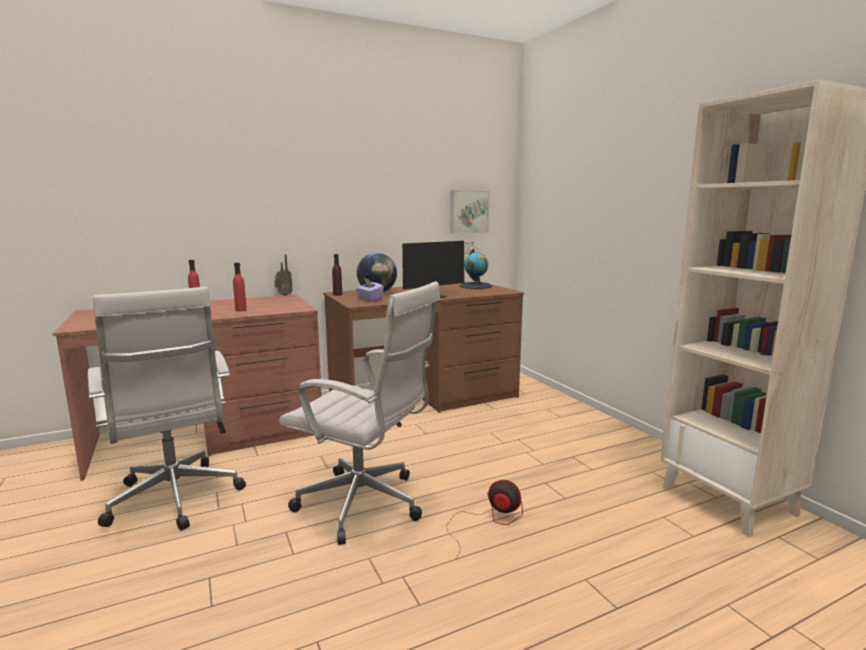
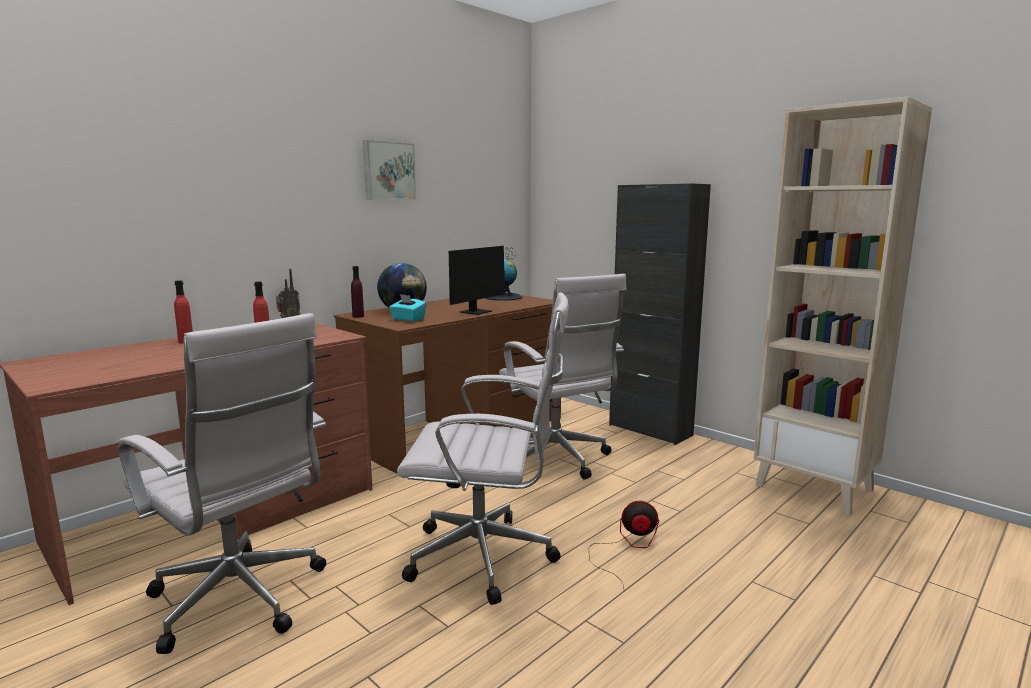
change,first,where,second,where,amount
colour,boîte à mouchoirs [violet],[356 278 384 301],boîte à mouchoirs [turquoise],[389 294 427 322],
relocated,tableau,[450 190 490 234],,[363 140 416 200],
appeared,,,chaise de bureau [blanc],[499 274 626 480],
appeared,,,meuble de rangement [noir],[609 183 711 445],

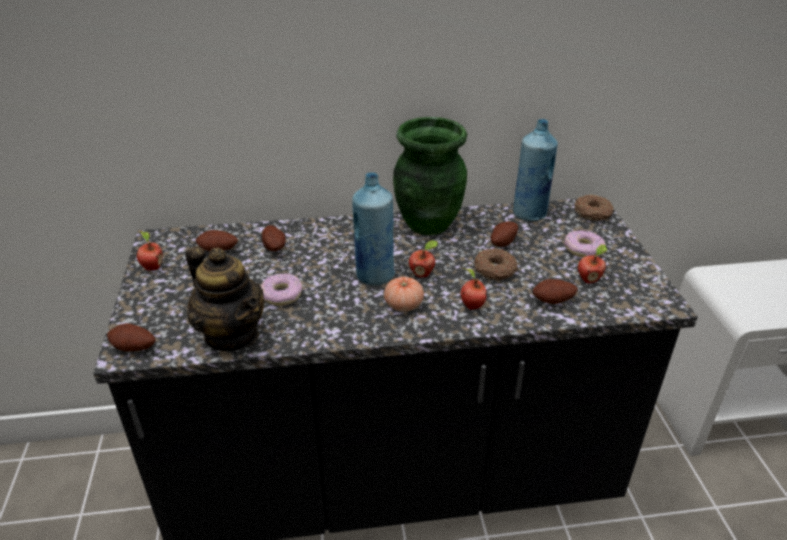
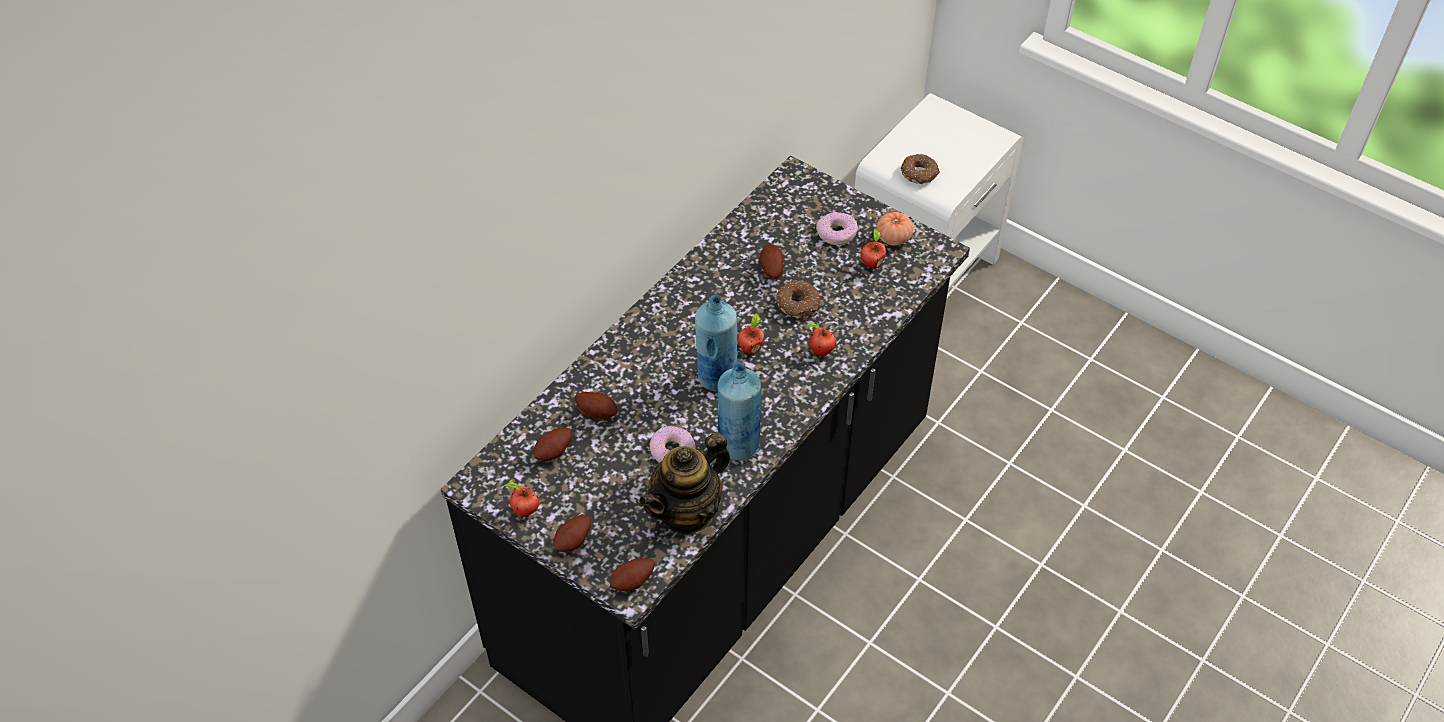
change,first,where,second,where,amount
spun,théière,[186 246 264 351],,[639 432 730 536],135 degrees clockwise
relocated,tomate,[384 277 424 312],,[876 212 913 245],
missing,vase [vert],[393 117 467 235],,,
relocated,bouteille [bleu],[513 119 558 221],,[718 362 762 460],
relocated,pomme de terre,[533 279 578 304],,[553 515 591 552],
relocated,beignet,[575 195 613 221],,[901 154 940 184],

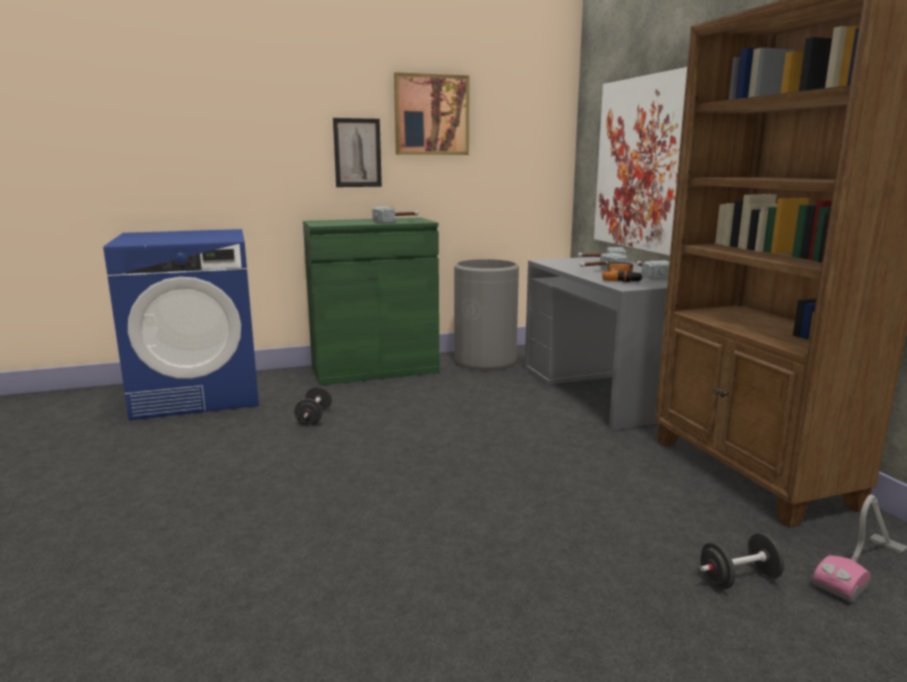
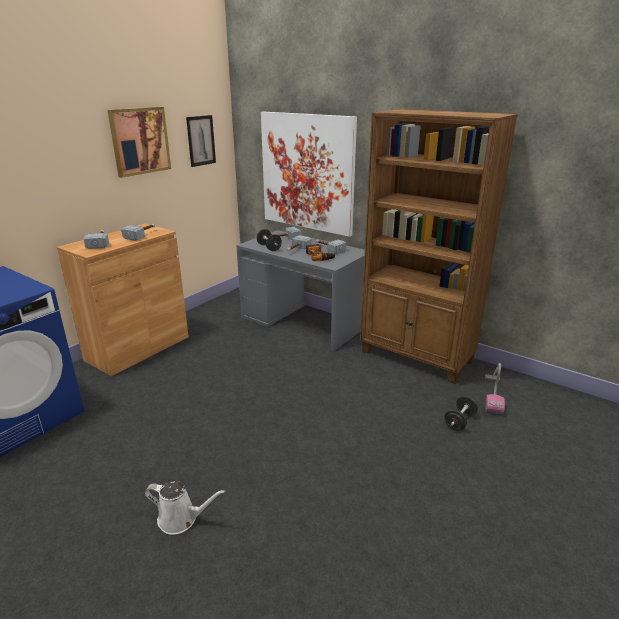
change,first,where,second,where,amount
relocated,haltère [noir],[294 386 332 426],,[256 229 282 251],
colour,meuble de rangement [vert],[303 217 439 385],meuble de rangement [marron],[57 224 189 376],
relocated,tableau,[333 118 382 187],,[186 115 216 167],
missing,poubelle [gris],[454 259 519 370],,,
appeared,,,marteau,[84 230 109 249],
appeared,,,arrosoir [blanc],[145 481 225 535],

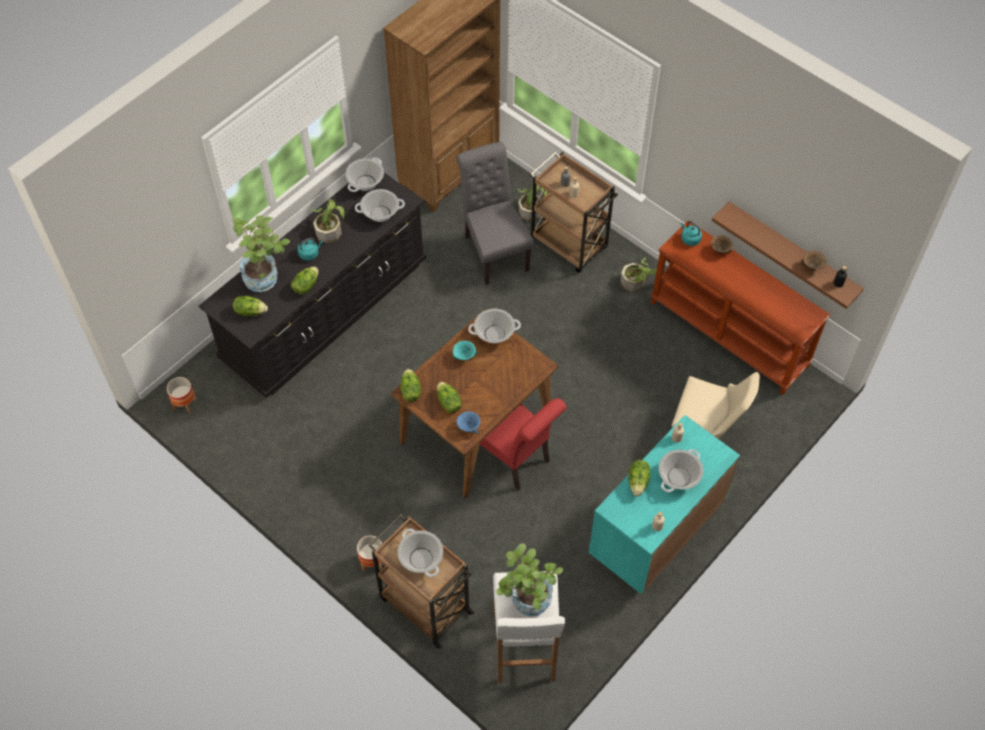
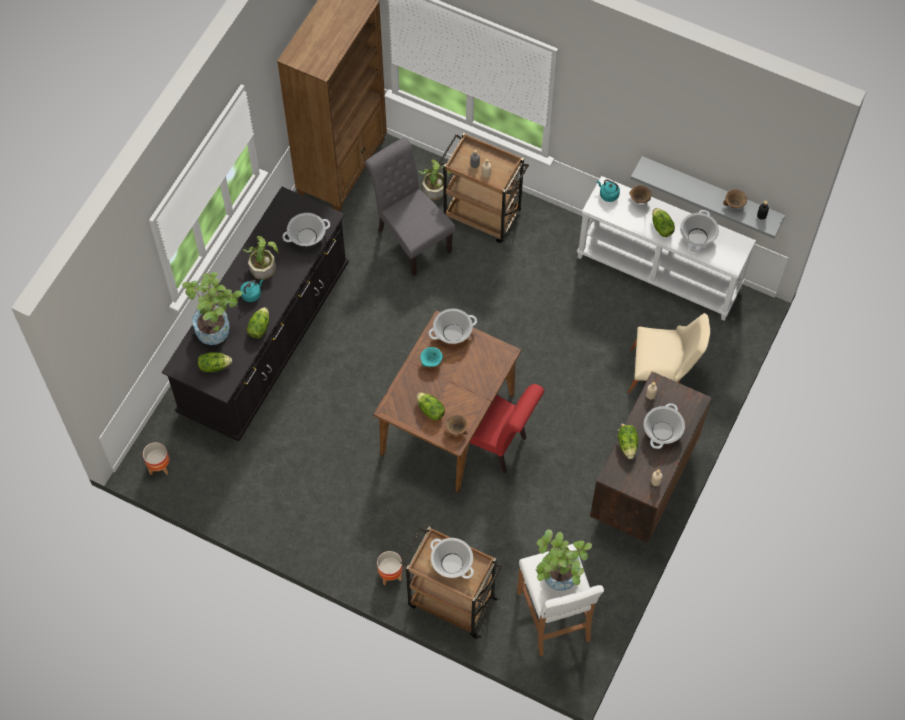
change,first,where,second,where,amount
relocated,marmite,[345 158 384 192],,[680 210 719 251],
relocated,laitue,[400 369 421 402],,[652 208 675 237],
colour,bol [bleu],[456 411 480 434],bol [marron],[445 415 468 435],
colour,meuble de rangement [turquoise],[589 415 740 594],meuble de rangement [marron],[590 371 711 543],
missing,plante en pot,[620 257 657 292],,,
colour,table console [marron],[651 221 830 395],table console [blanc],[577 176 756 321],
colour,étagère [marron],[712 201 864 309],étagère [gris],[631 156 785 239],

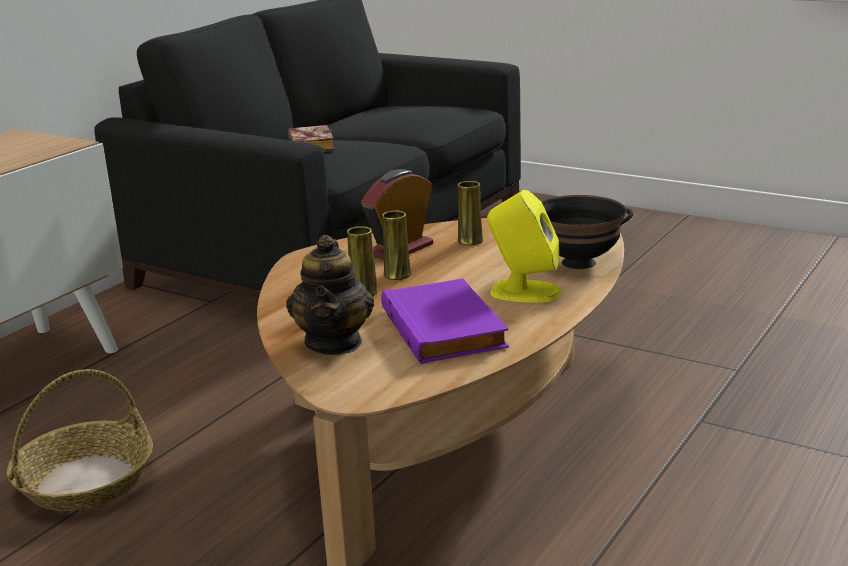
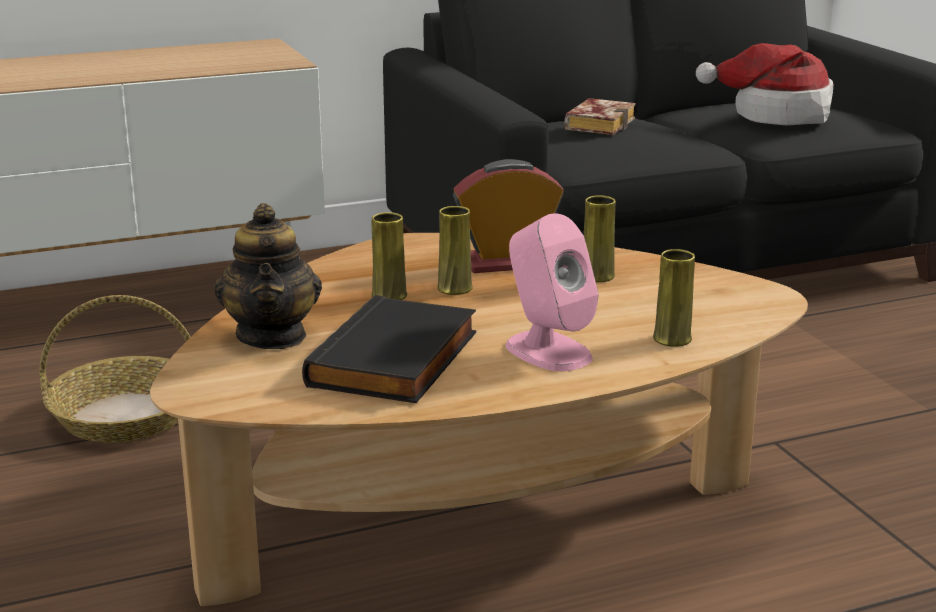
change,first,where,second,where,amount
spun,théière,[286 235 374 355],,[214 203 322 349],45 degrees counterclockwise
colour,livre [violet],[381 279 509 364],livre [noir],[302 295 476 403],
colour,enceinte [jaune],[487 190 561 303],enceinte [rose],[506 213 599 371],
exchanged,bol [noir],[541 195 633 269],vase [jaune],[653 249 695 347],
appeared,,,chapeau,[696 43 833 125],

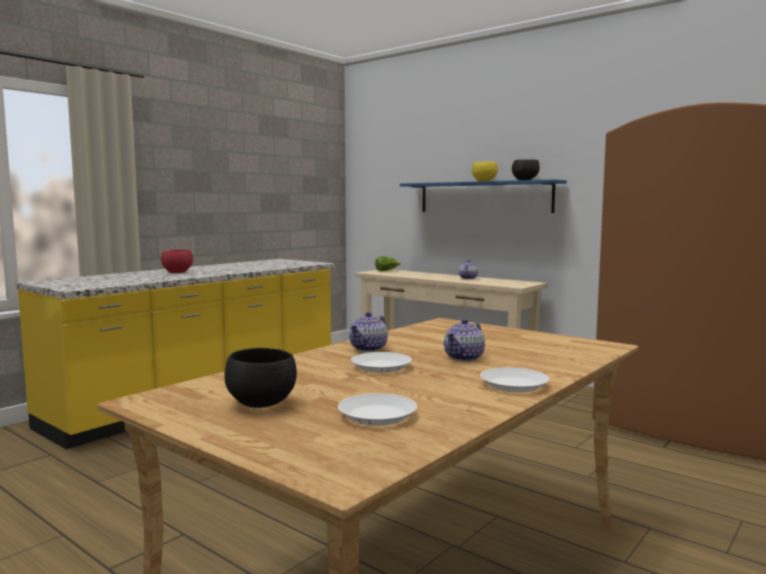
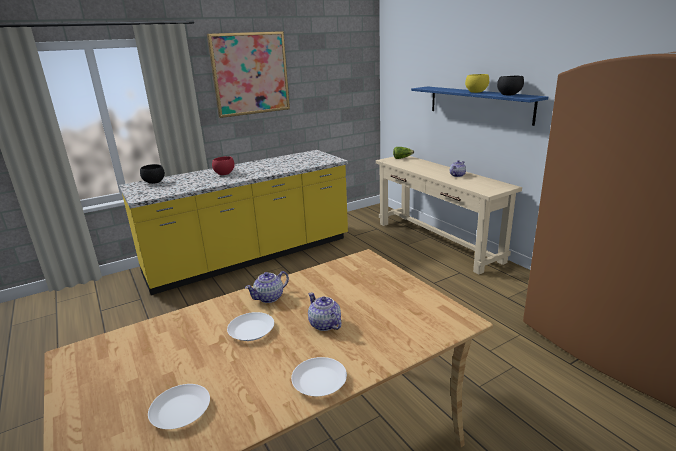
change,first,where,second,where,amount
relocated,bol [noir],[224 348 297 408],,[140 164 165 184],
spun,théière,[444 319 485 361],,[308 293 342 331],90 degrees clockwise
appeared,,,tableau,[207 31 290 118],

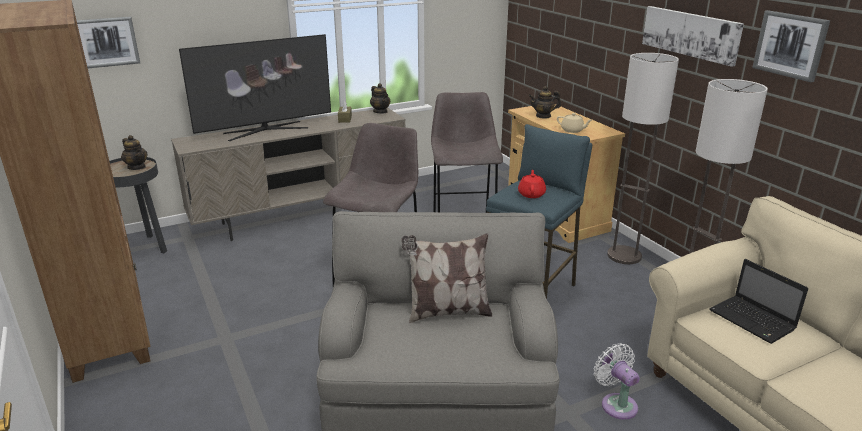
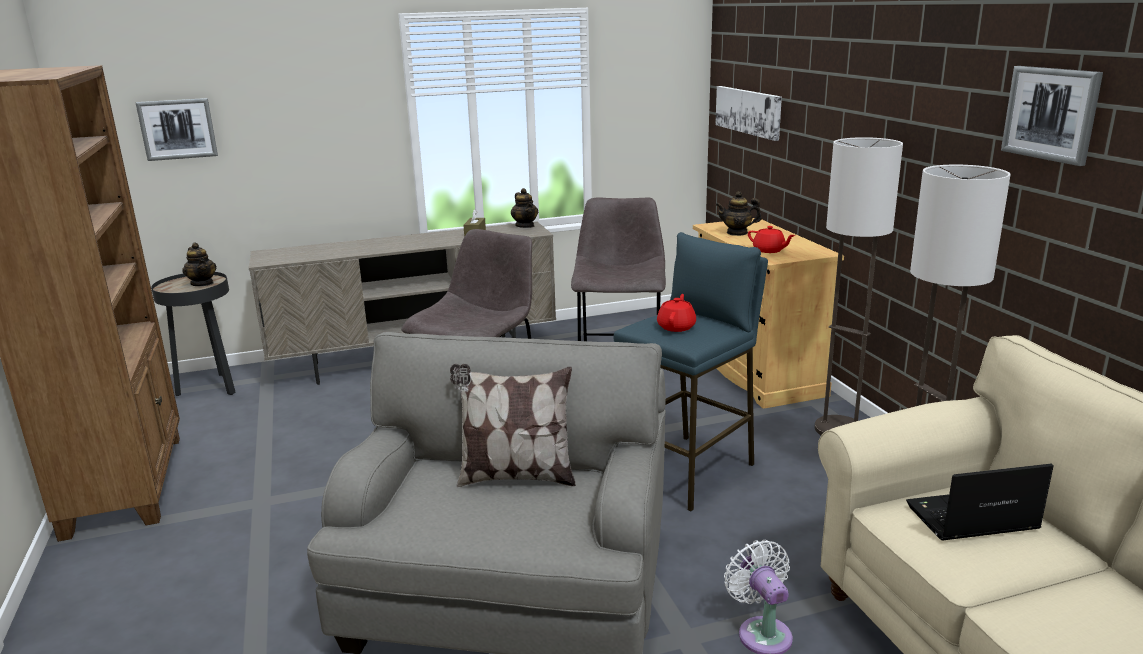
change,first,where,second,where,amount
missing,téléviseur,[179 34 331 141],,,
colour,théière [beige],[557 113 592 133],théière [rouge],[748 226 795 253],
relocated,tableau,[642 6 744 67],,[715 86 782 141],
spun,ordinateur portable,[709 259 808 344],,[906 463 1054 540],105 degrees clockwise

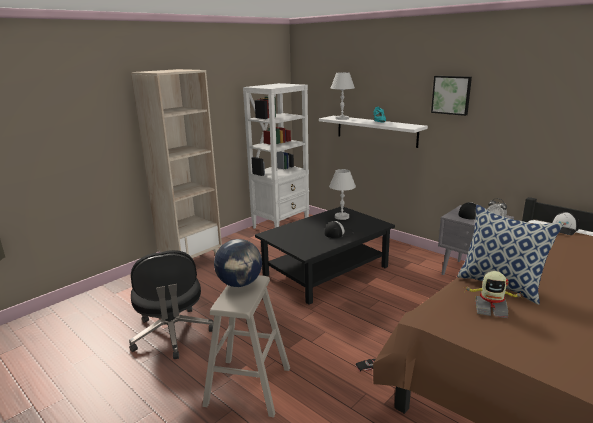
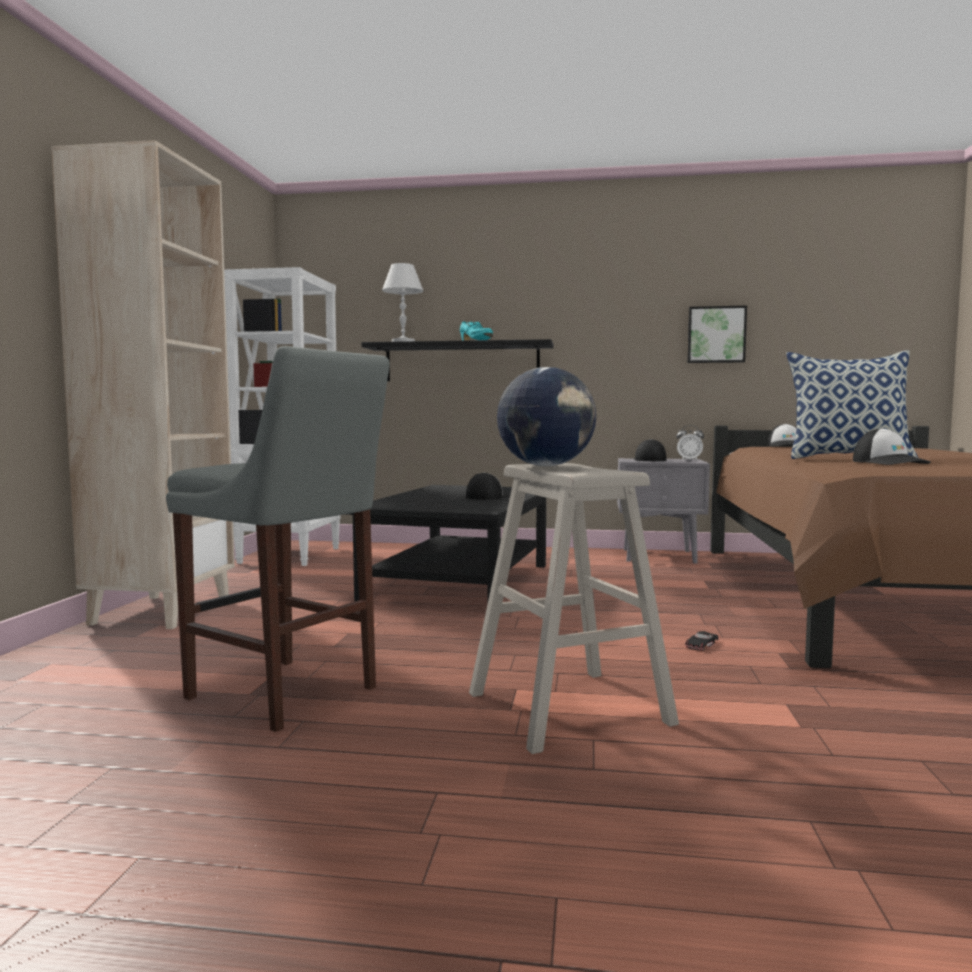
change,first,where,second,where,amount
exchanged,chaise de bureau [noir],[129 250 213 359],tabouret [gris],[166 346 390 732],
colour,étagère [blanc],[319 116 428 148],étagère [noir],[362 339 554 381],
missing,lampe de table [blanc],[329 169 356 220],,,
relocated,tableau,[431 76 472 116],,[687 306 747 363],
exchanged,robot jouet,[464 271 523 318],casquette,[853 428 931 465],

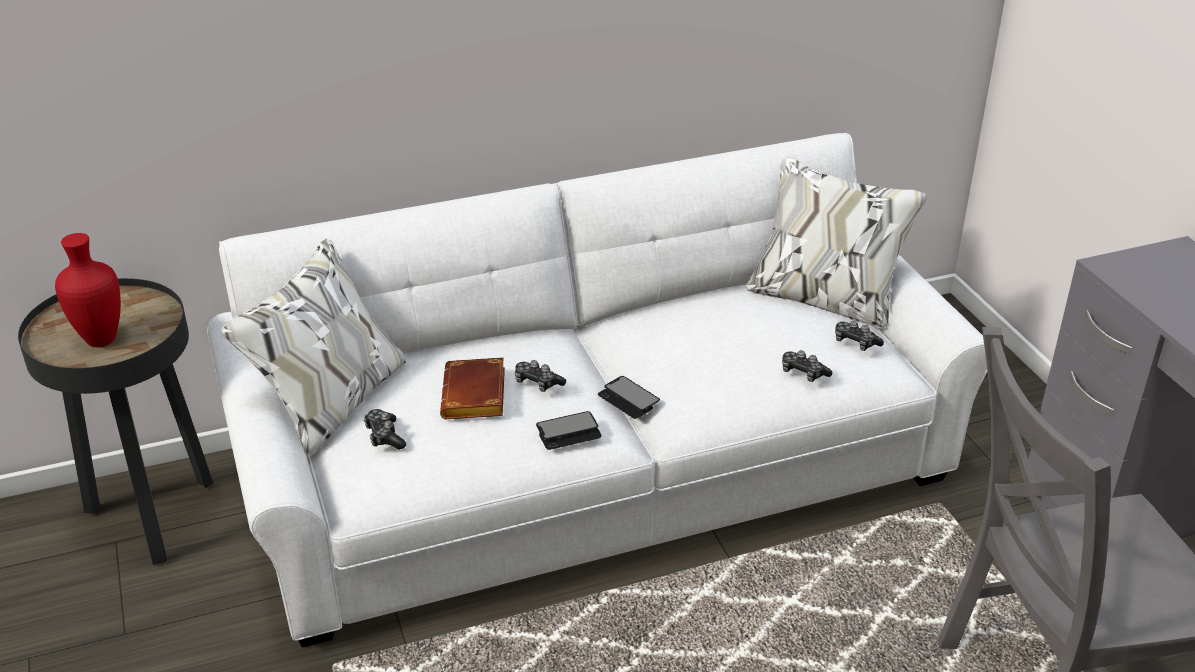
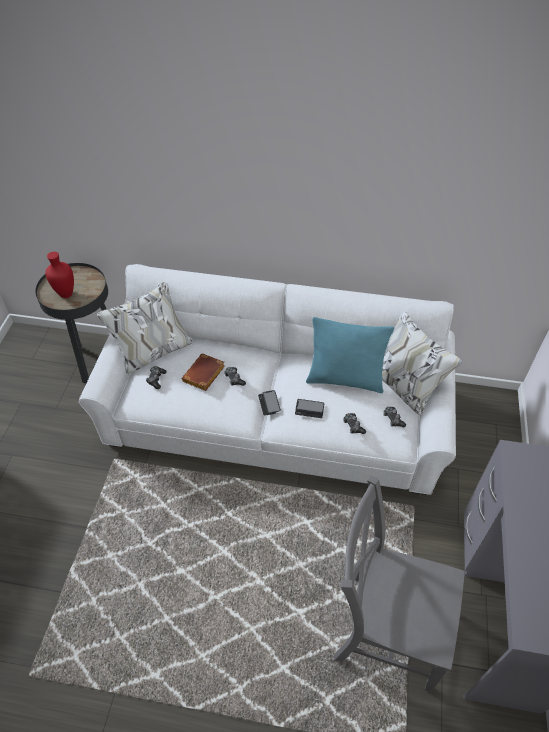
change,first,where,second,where,amount
relocated,téléphone,[536 411 602 450],,[295 399 324 418],
appeared,,,coussin [turquoise],[306 317 394 393],

